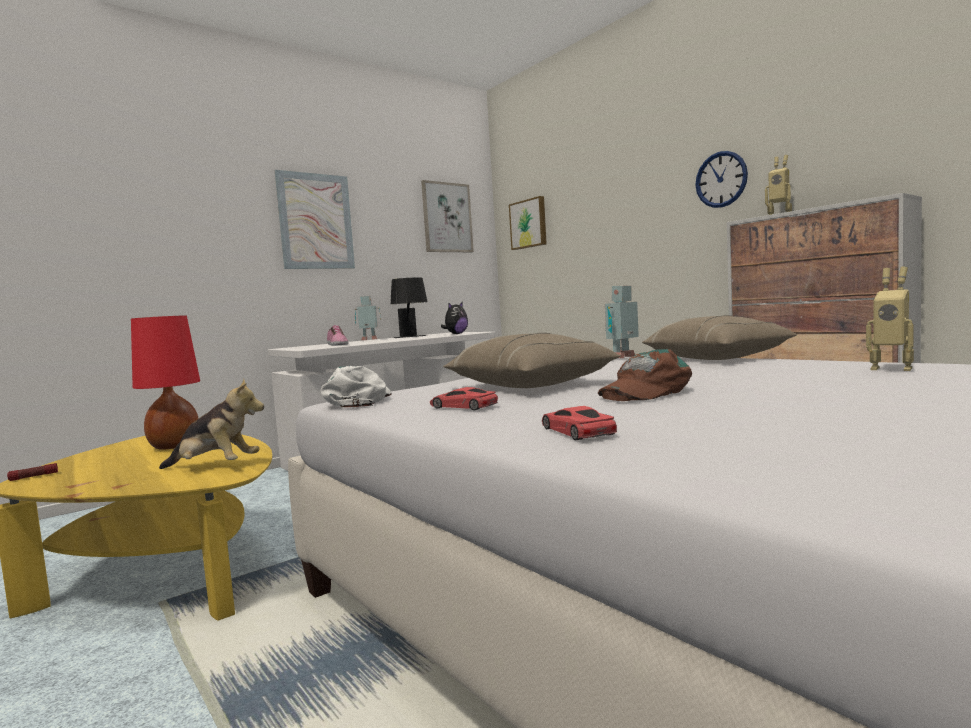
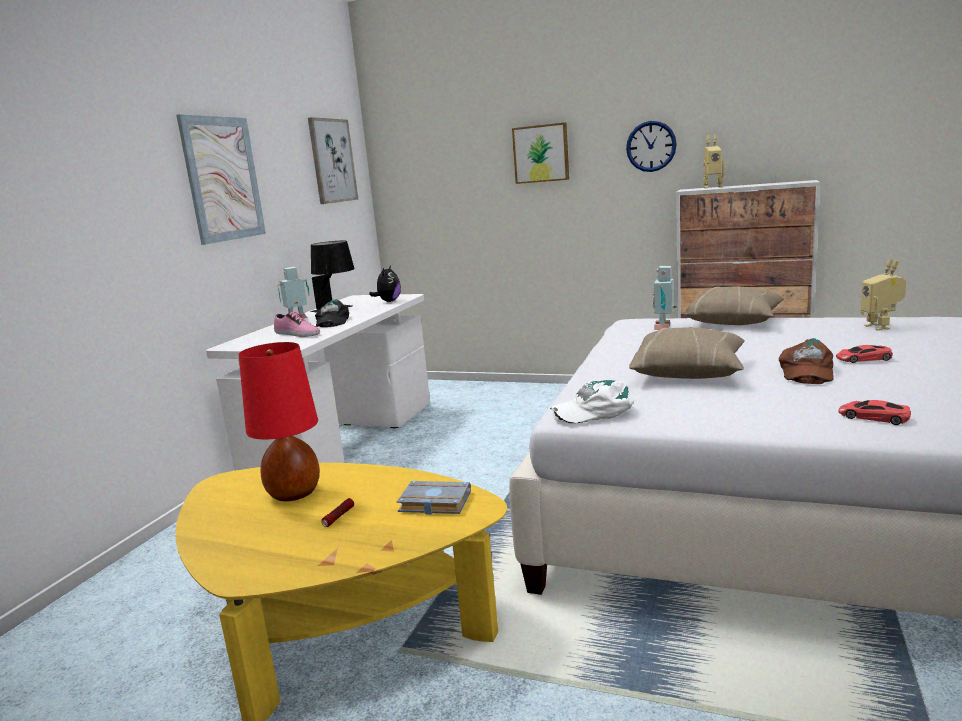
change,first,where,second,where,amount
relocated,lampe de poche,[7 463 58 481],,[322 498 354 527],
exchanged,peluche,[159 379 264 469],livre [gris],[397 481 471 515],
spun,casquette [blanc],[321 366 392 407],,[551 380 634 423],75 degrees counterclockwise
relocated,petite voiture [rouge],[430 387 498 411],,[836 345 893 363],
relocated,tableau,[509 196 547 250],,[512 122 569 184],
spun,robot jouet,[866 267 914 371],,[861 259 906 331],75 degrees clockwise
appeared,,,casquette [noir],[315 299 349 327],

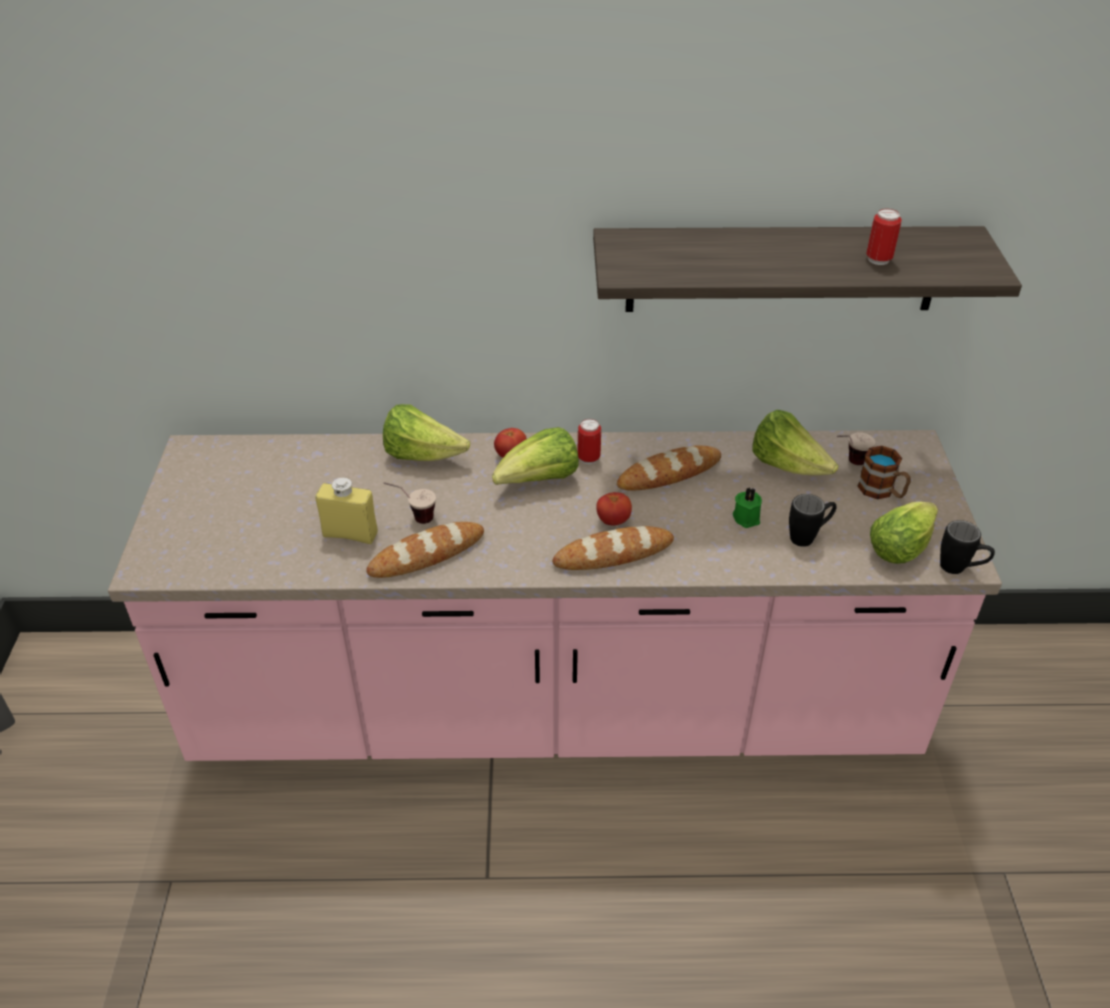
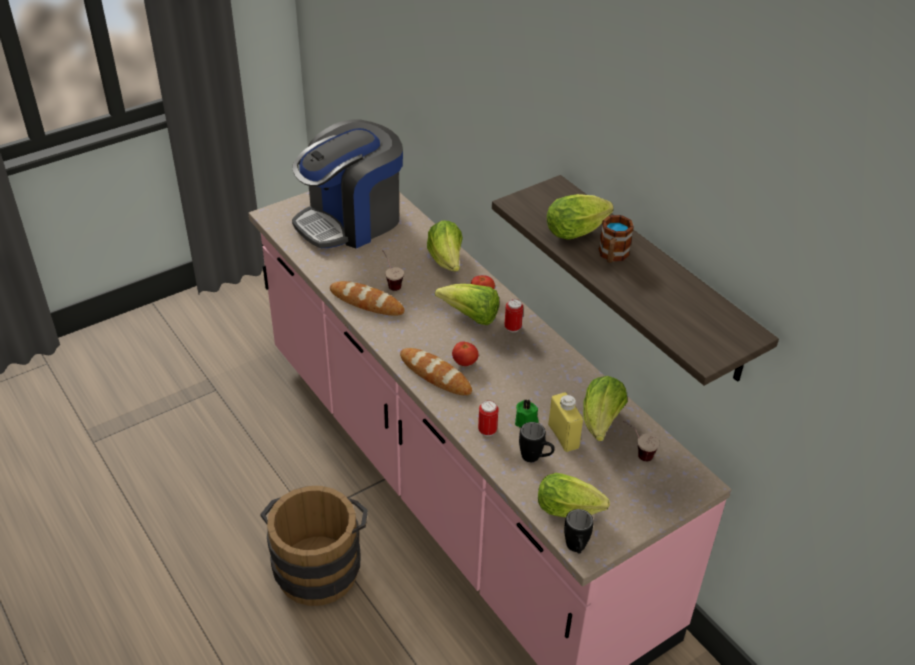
change,first,where,second,where,amount
relocated,bouteille [jaune],[315 478 378 544],,[548 392 583 452],
missing,pain,[617 446 721 490],,,
relocated,mug,[858 446 911 499],,[599 215 634 263],
relocated,boîte métallique,[866 209 902 265],,[478 400 499 436],
appeared,,,seau [marron],[261 486 368 606],
appeared,,,machine à café,[292 120 403 248],
appeared,,,laitue,[547 194 614 240],

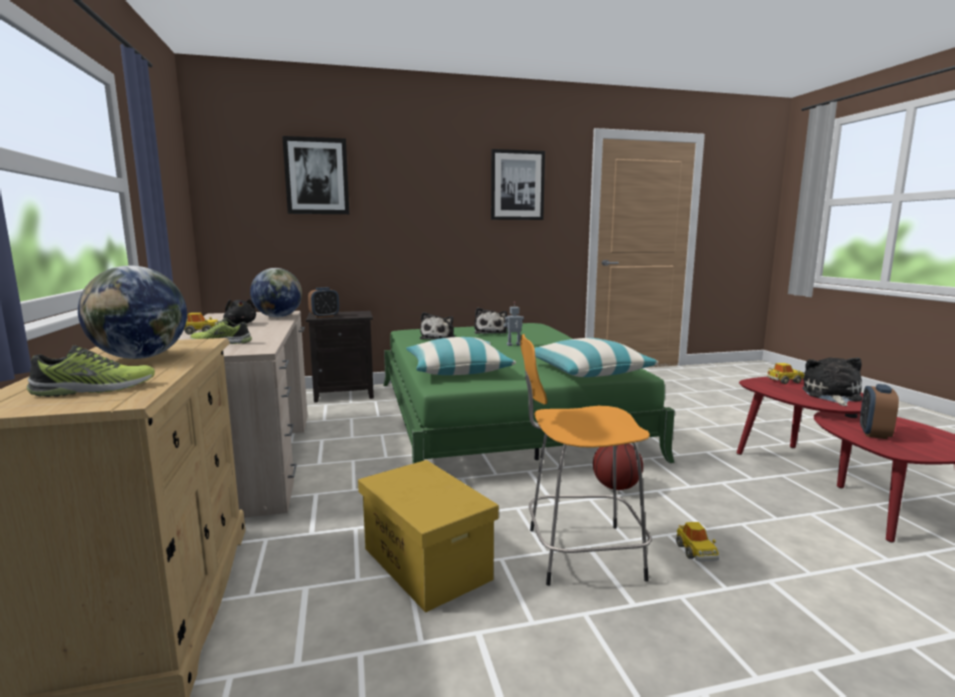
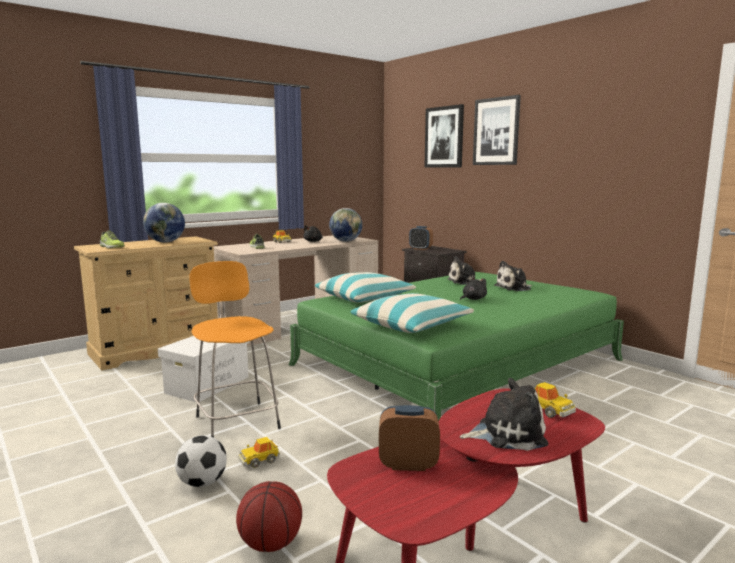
change,first,where,second,where,amount
colour,boîte de rangement [jaune],[358 460 499 612],boîte de rangement [blanc],[158 336 249 402],
relocated,tableau,[491 149 545 220],,[473 95 521 165],
exchanged,robot jouet,[504 302 524 346],peluche [noir],[460 277 487 300],
relocated,ballon de basket,[593 443 643 490],,[236 481 302 552],
appeared,,,ballon de foot,[175 435 227 487],

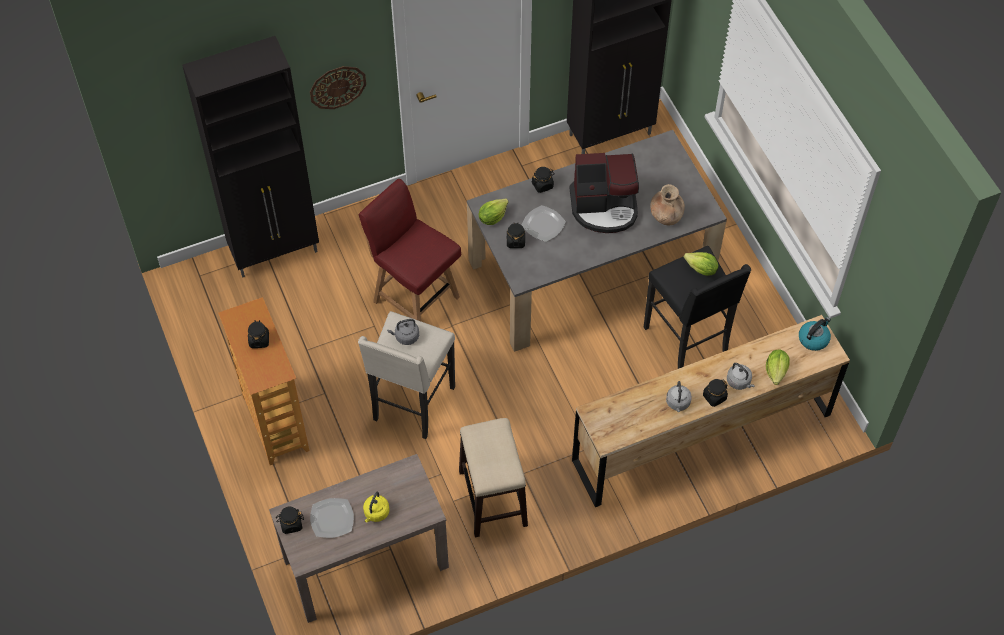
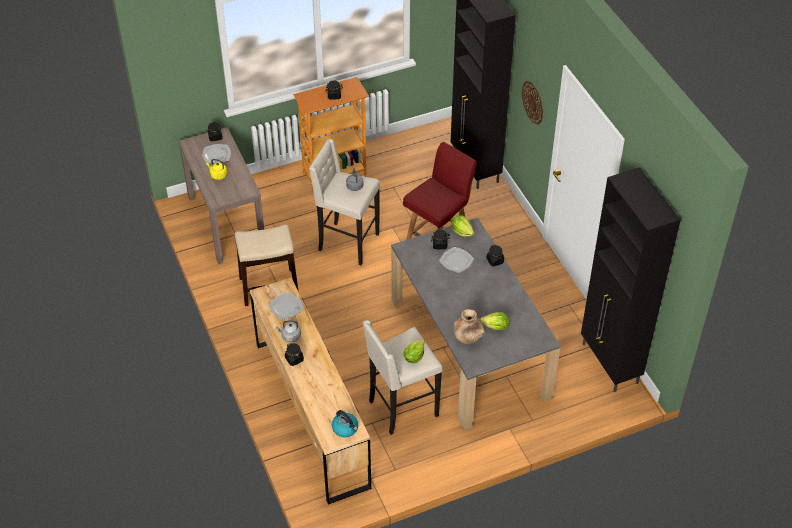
change,first,where,second,where,amount
missing,machine à café,[570 153 639 233],,,
colour,tabouret [noir],[644 246 751 369],tabouret [beige],[363 320 443 435],
missing,bouilloire [gris],[727 363 755 390],,,
relocated,laitue,[766 349 790 385],,[480 312 510 330],
appeared,,,assiette,[269 292 304 320],

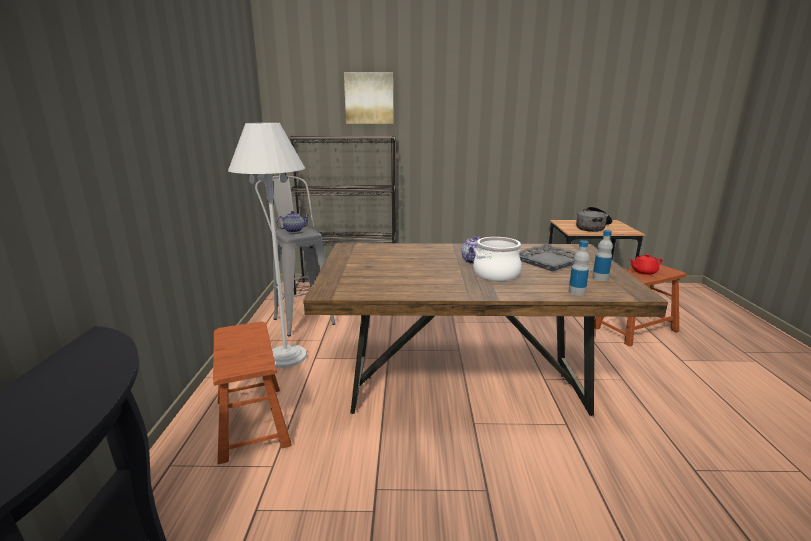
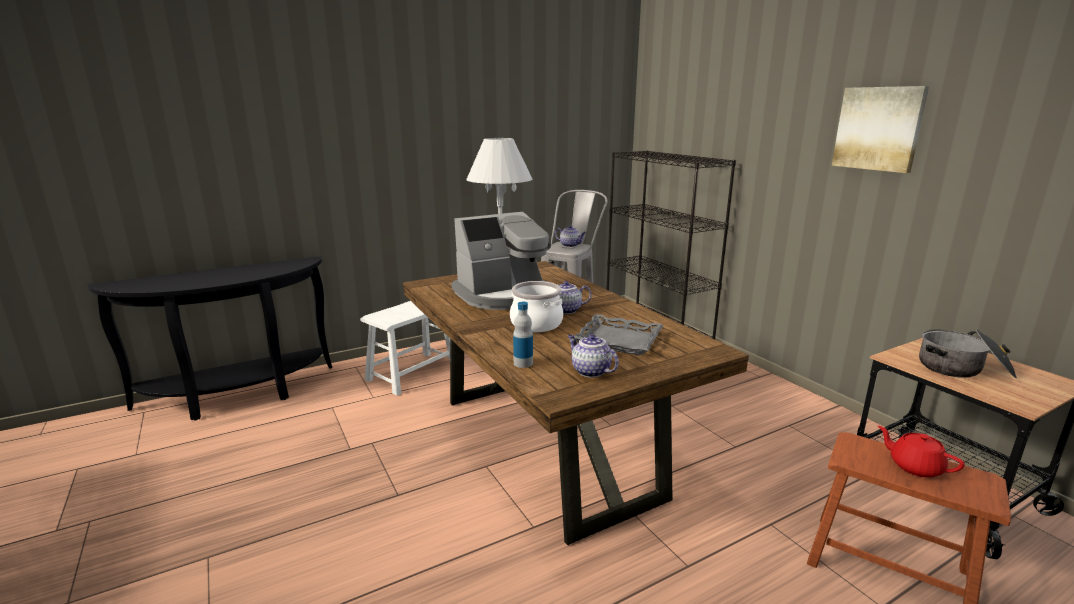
change,first,where,second,where,amount
colour,tabouret [marron],[213 321 292 464],tabouret [blanc],[360 301 450 396],
relocated,tableau,[344 72 394 124],,[832 86 929 173],
exchanged,bouteille,[592 230 613 281],théière,[568 334 619 378],
appeared,,,machine à café,[452 212 551 310],

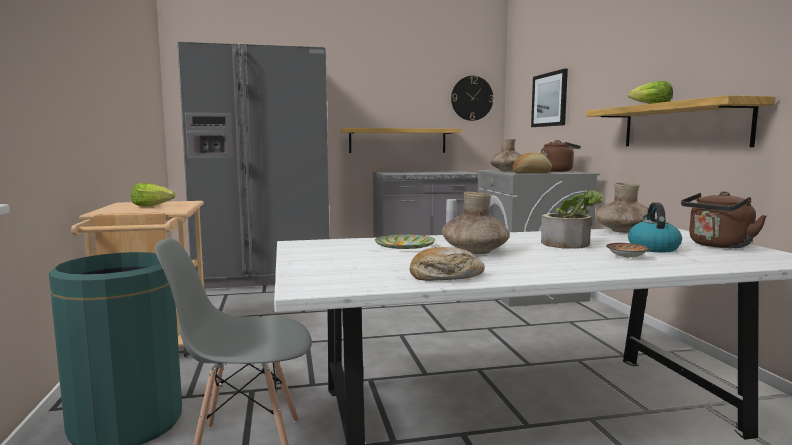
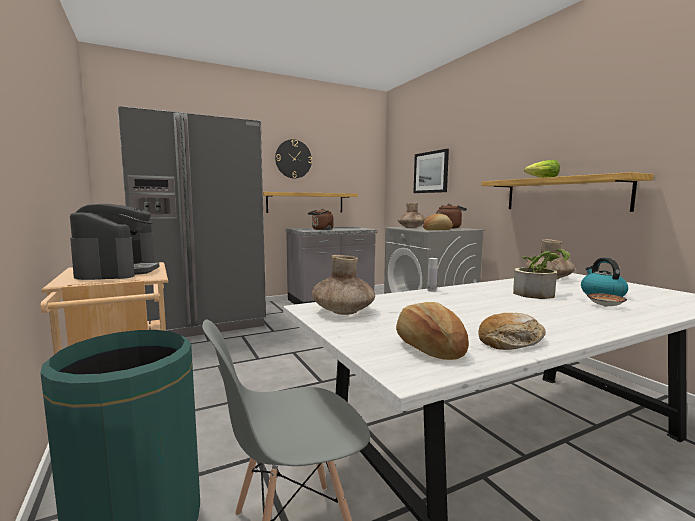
change,first,where,second,where,amount
exchanged,laitue,[131 183 176 207],machine à café,[70 204 159 280],
missing,assiette,[375 234 435 249],,,
relocated,vase [marron],[442 192 510 254],,[312 255 375 315],
relocated,horloge murale,[451 76 494 121],,[275 139 312 178],
relocated,bouilloire [marron],[681 191 767 248],,[308 209 334 230],
appeared,,,pain,[396 302 469 360],

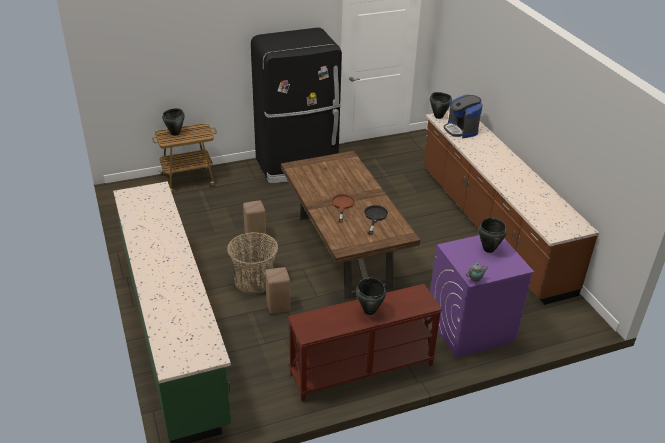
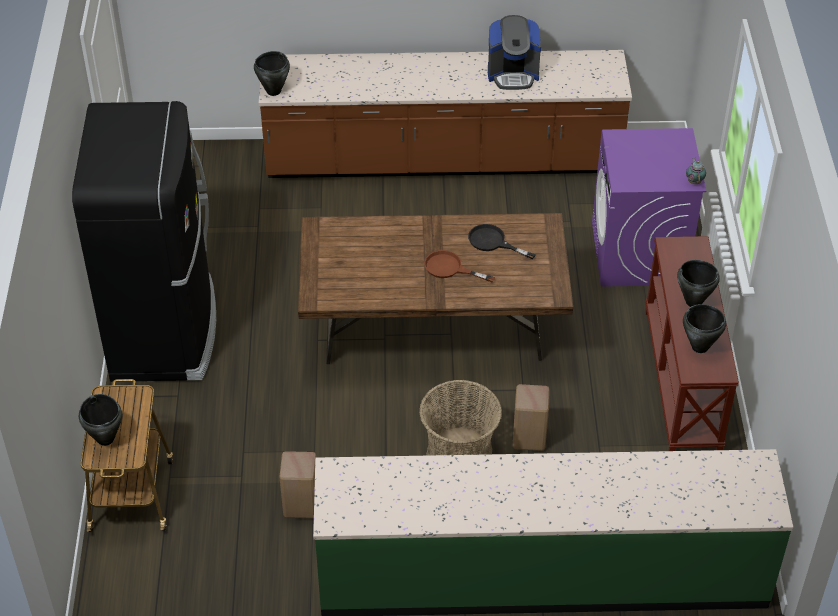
change,first,where,second,where,amount
relocated,tabouret [beige],[243 200 266 242],,[279 451 317 518],
relocated,machine à café,[444 94 483 138],,[488 15 541 90],
relocated,marmite [noir],[478 218 507 253],,[683 304 726 353],

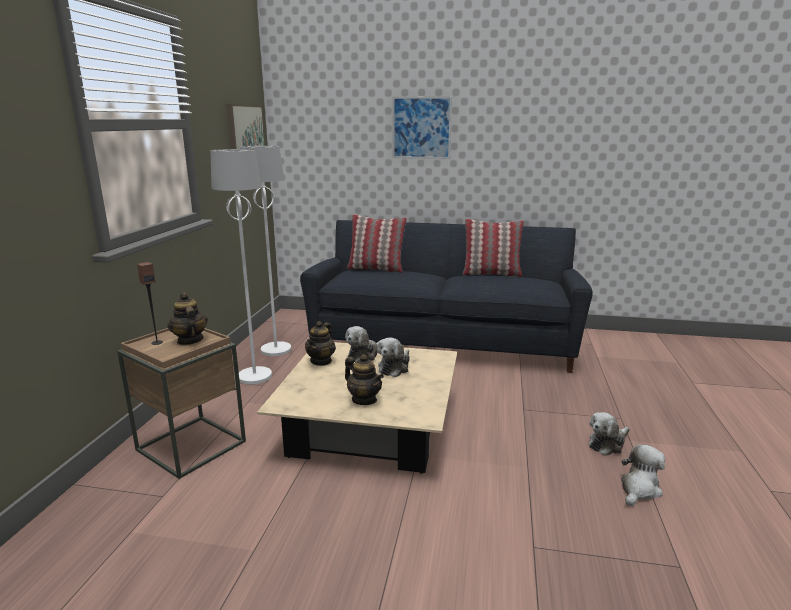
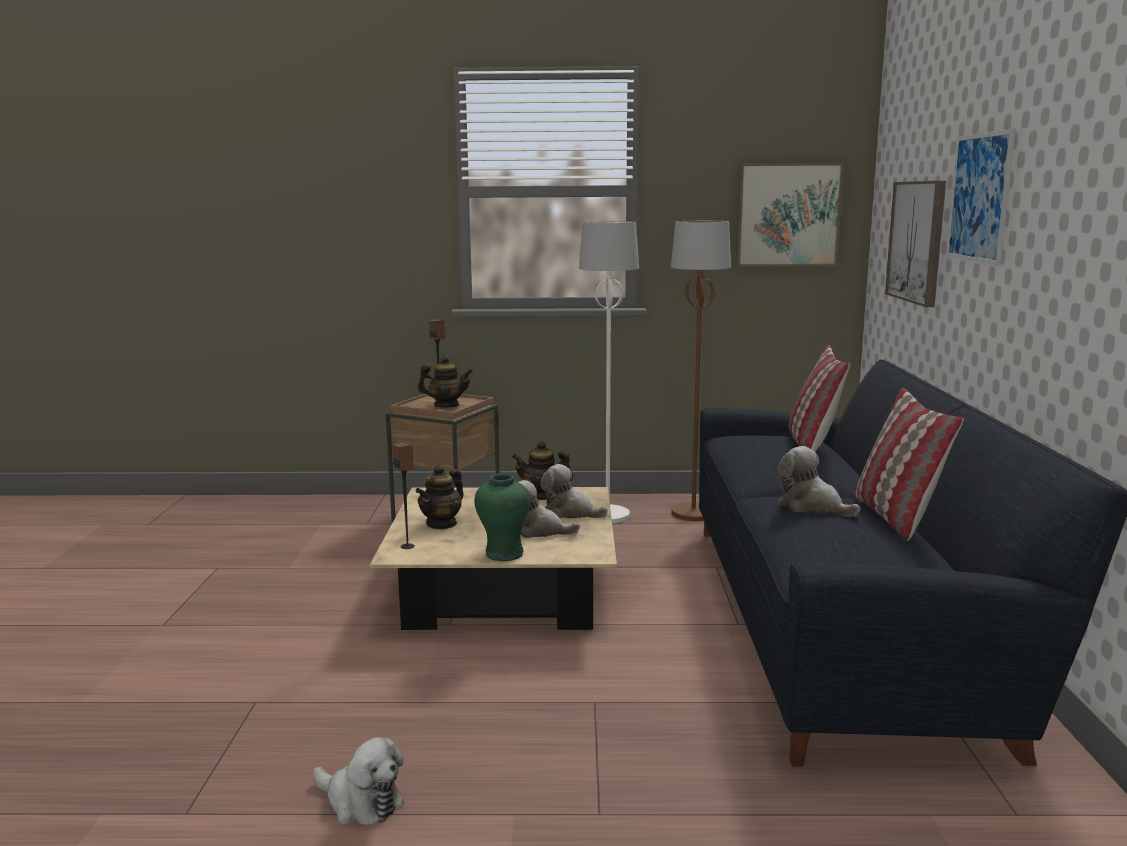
change,first,where,second,where,amount
spun,théière,[167 292 208 345],,[418 355 473 407],45 degrees clockwise
colour,lampadaire [blanc],[240 146 291 356],lampadaire [marron],[671 221 731 521],
relocated,peluche,[589 412 630 456],,[777 446 860 517],
appeared,,,enceinte,[393 442 415 549],
appeared,,,vase [vert],[474 473 530 561],
appeared,,,tableau,[885 181 946 307],

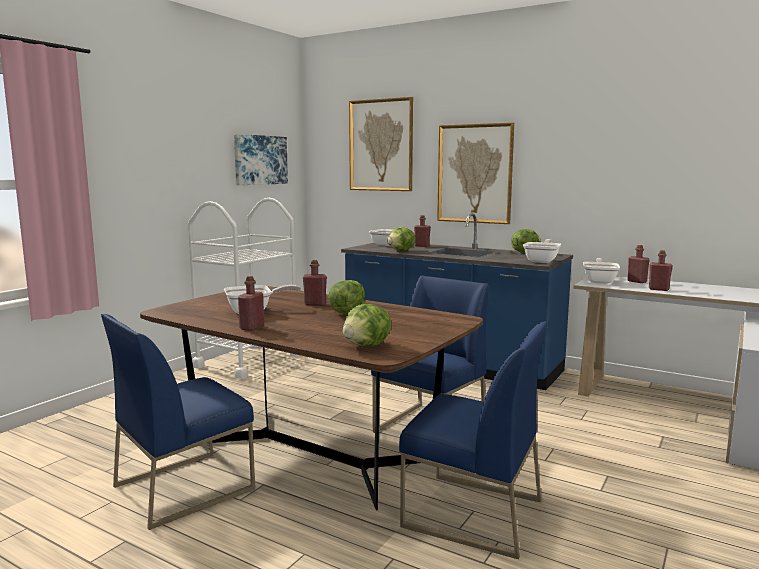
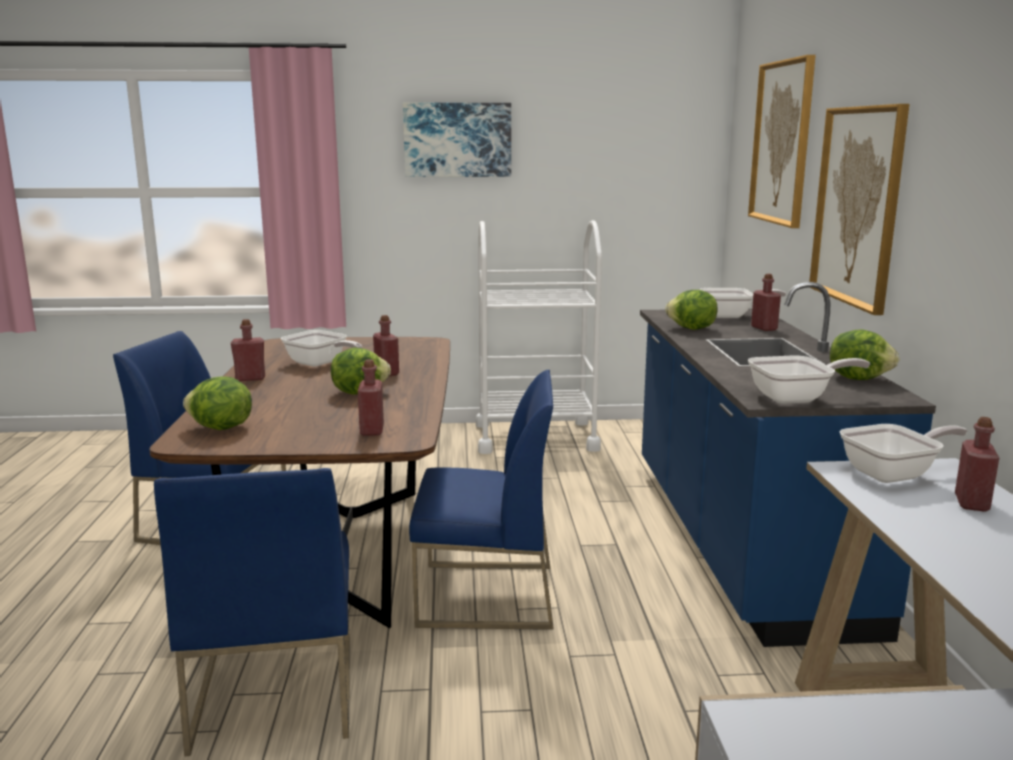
change,first,where,second,where,amount
relocated,tableau,[234 134 288 185],,[403 103 511 177],
relocated,bouteille [rouge],[649 250 673 291],,[358 359 384 436],

